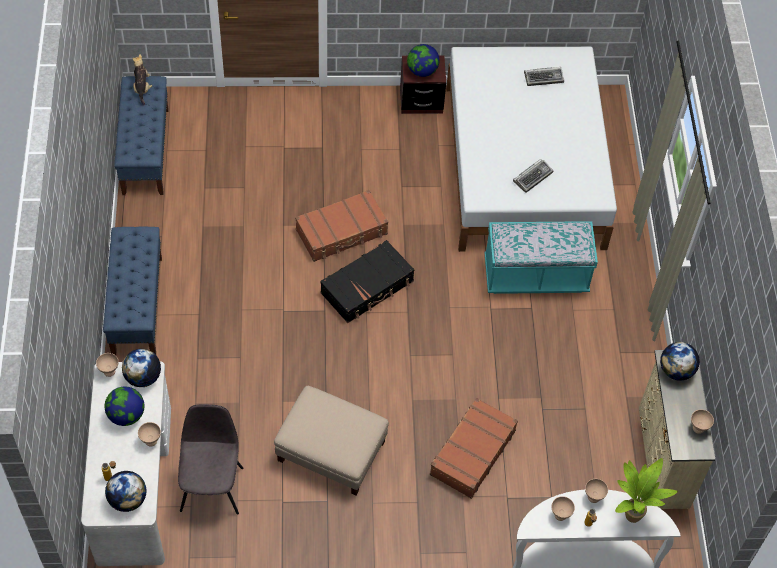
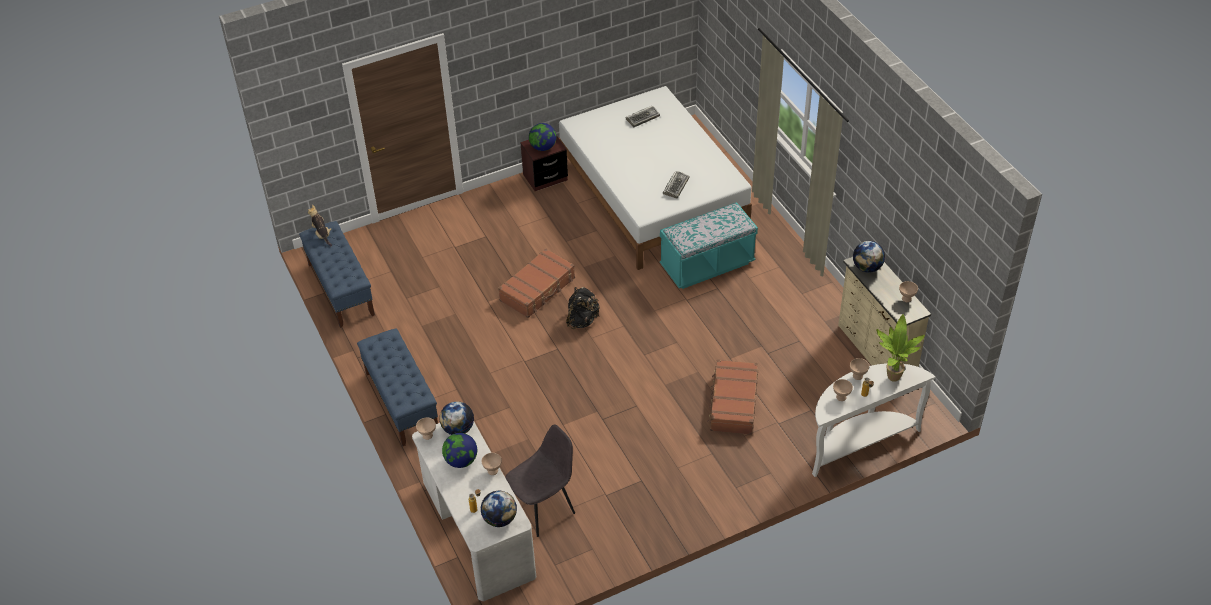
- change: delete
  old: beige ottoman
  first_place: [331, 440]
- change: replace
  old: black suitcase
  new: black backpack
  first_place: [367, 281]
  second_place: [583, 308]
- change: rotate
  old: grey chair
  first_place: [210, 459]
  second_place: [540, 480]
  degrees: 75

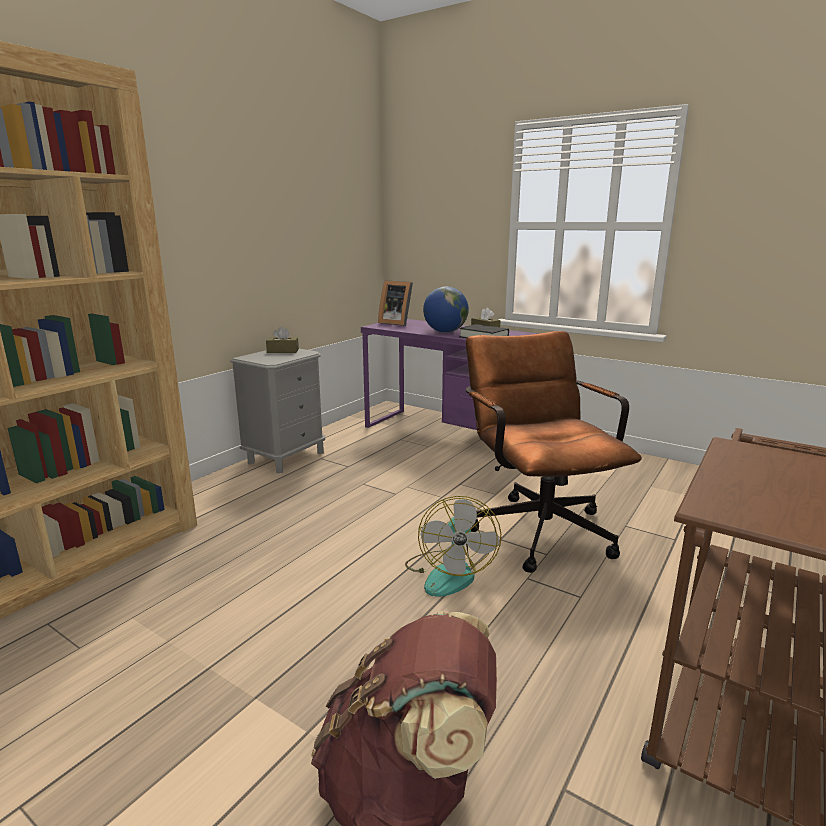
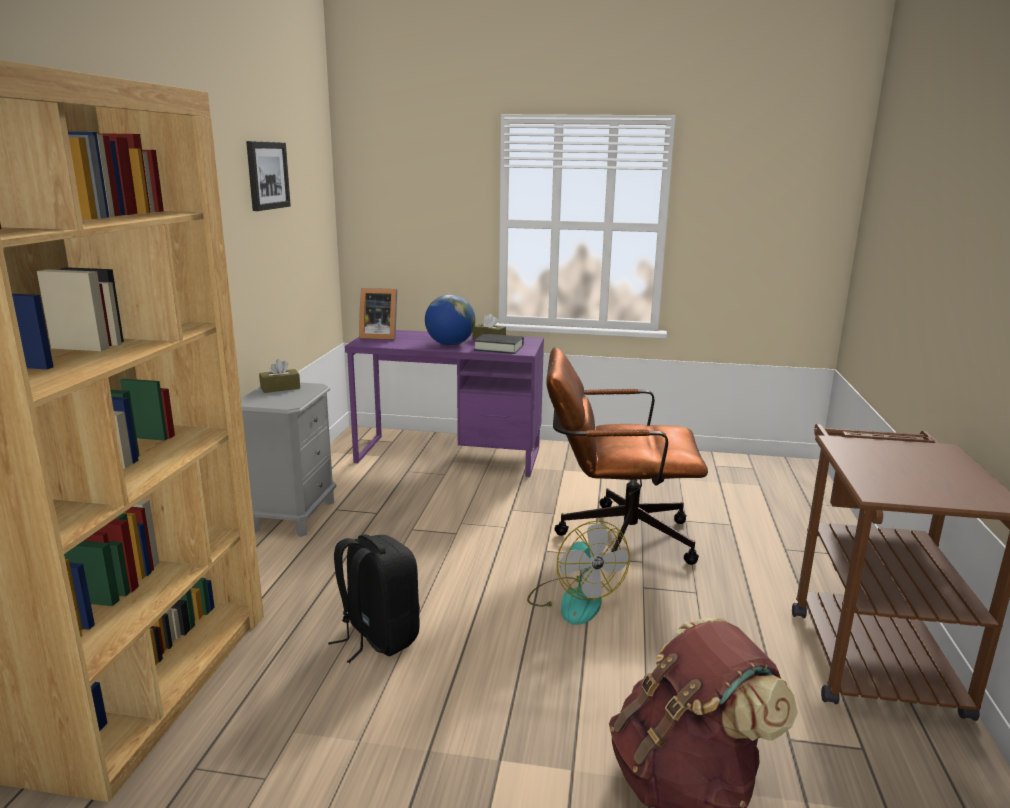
- change: insert
  new: picture
  second_place: [268, 176]
- change: insert
  new: black backpack
  second_place: [374, 598]
- change: rotate
  old: brown office chair
  first_place: [554, 452]
  second_place: [627, 456]
  degrees: -45

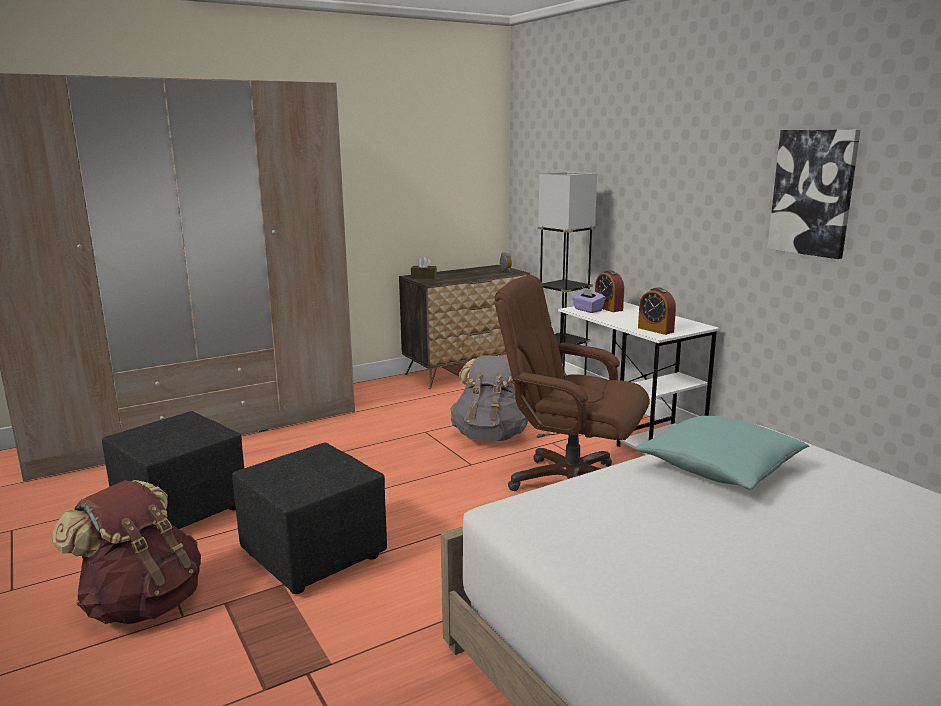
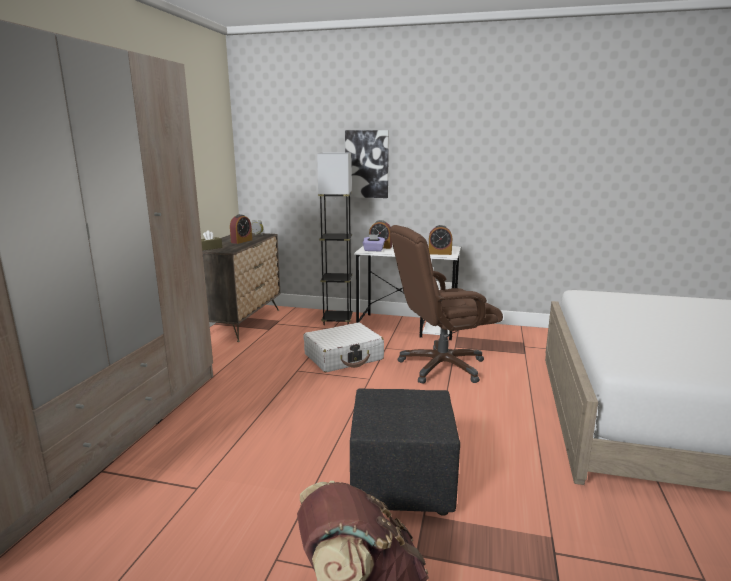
- change: delete
  old: black ottoman
  first_place: [173, 470]
- change: delete
  old: turquoise pillow
  first_place: [722, 453]
- change: insert
  new: alarm clock
  second_place: [241, 229]
- change: move
  old: picture
  first_place: [813, 194]
  second_place: [367, 164]
- change: replace
  old: grey backpack
  new: white suitcase
  first_place: [489, 398]
  second_place: [343, 347]

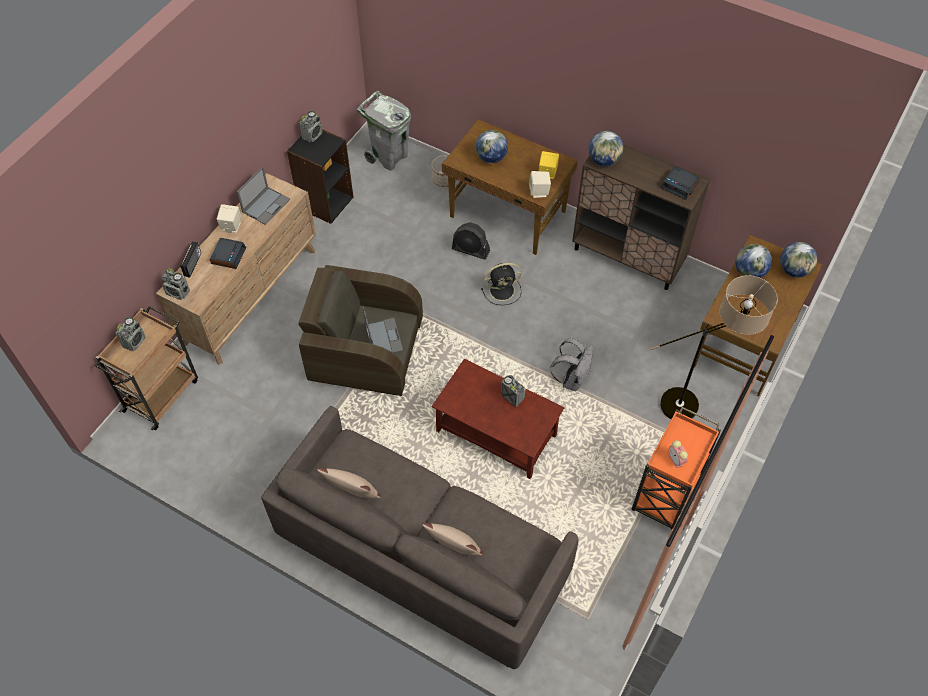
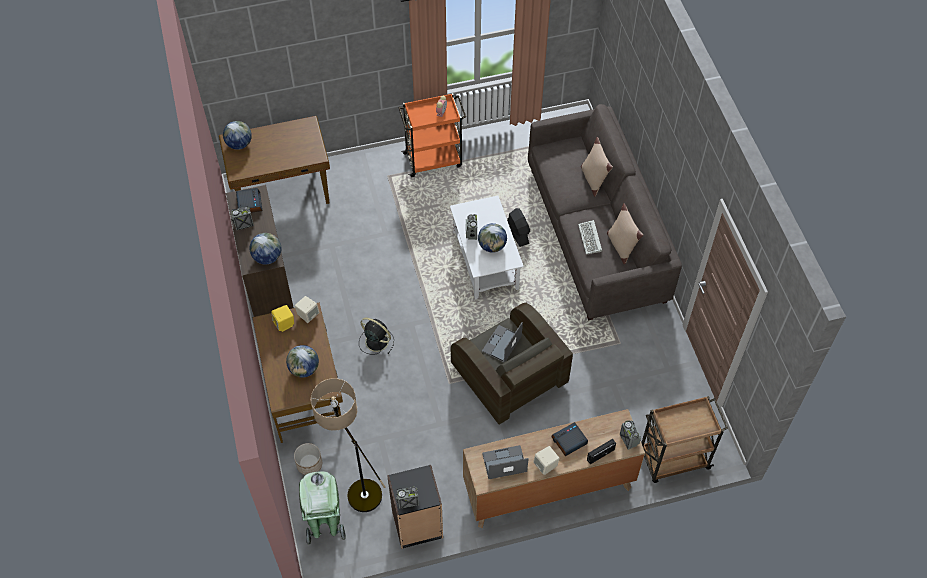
- change: delete
  old: grey backpack
  first_place: [571, 364]
- change: insert
  new: keyboard
  second_place: [590, 237]
- change: move
  old: radio
  first_place: [131, 334]
  second_place: [242, 218]
- change: move
  old: black fan
  first_place: [471, 240]
  second_place: [518, 227]
- change: move
  old: floor lamp
  first_place: [714, 347]
  second_place: [348, 445]
- change: move
  old: globe
  first_place: [753, 261]
  second_place: [492, 238]
- change: recolor
  old: grey trash can
  new: green trash can
  first_place: [383, 131]
  second_place: [322, 508]
- change: recolor
  old: brown coffee table
  new: white coffee table
  first_place: [498, 419]
  second_place: [487, 247]

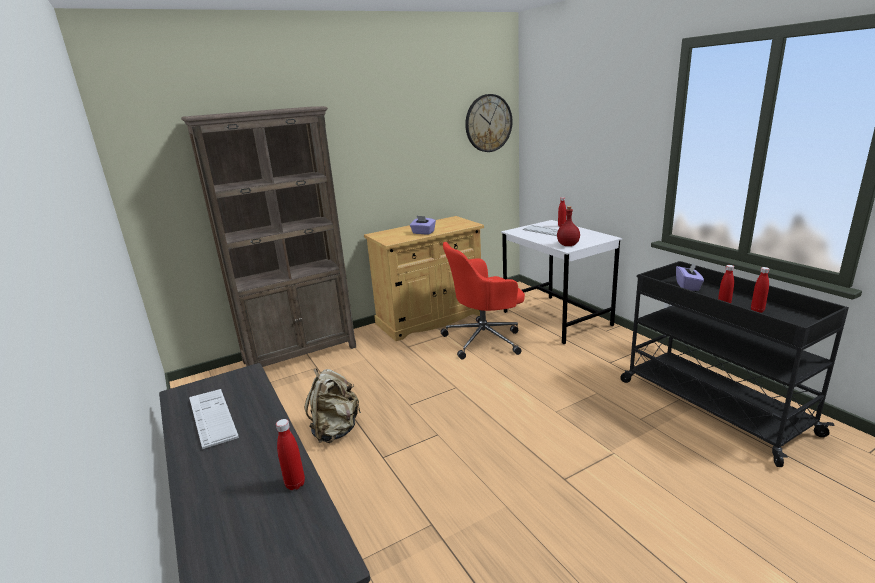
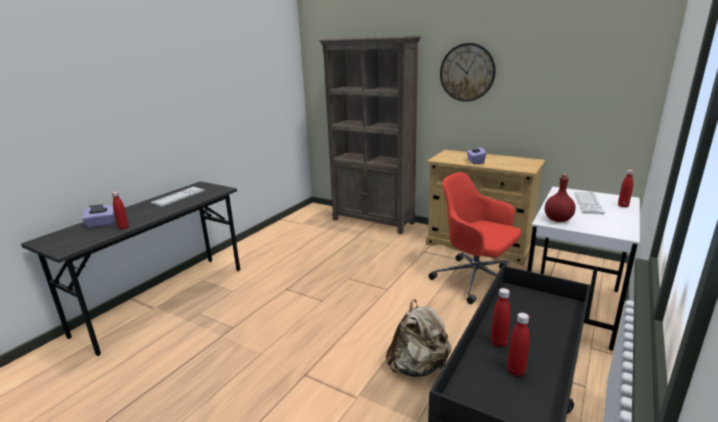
- change: move
  old: beige backpack
  first_place: [332, 406]
  second_place: [418, 338]
- change: move
  old: wall clock
  first_place: [488, 123]
  second_place: [468, 72]
- change: move
  old: purple tissue box
  first_place: [690, 277]
  second_place: [99, 216]

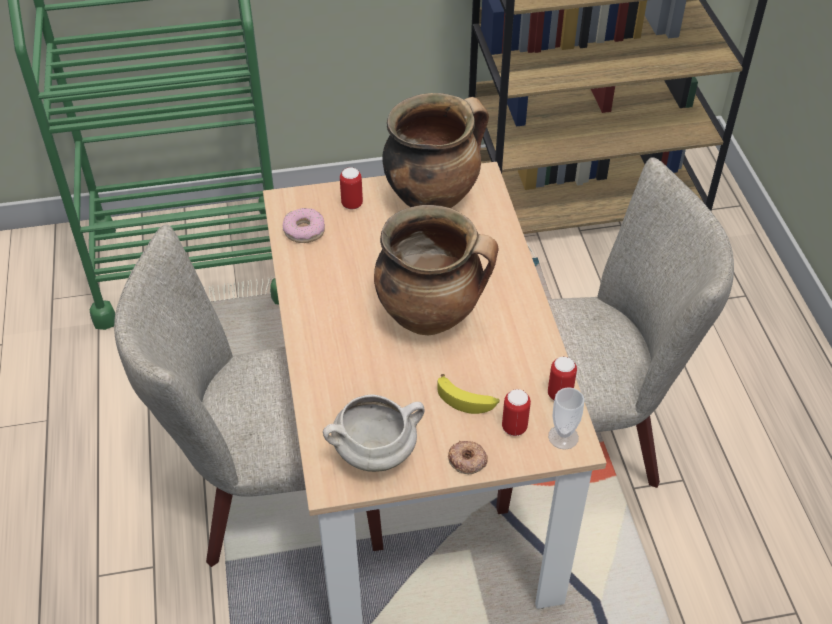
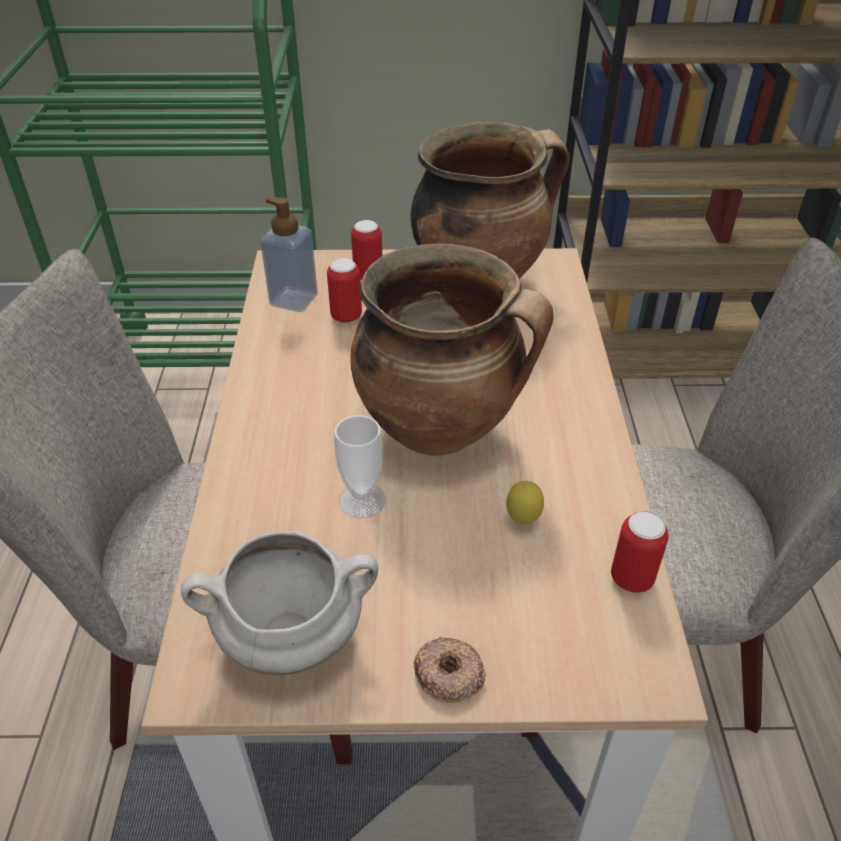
- change: delete
  old: banana
  first_place: [468, 394]
- change: insert
  new: lemon
  second_place: [525, 502]
- change: move
  old: can
  first_place: [516, 412]
  second_place: [344, 290]
- change: move
  old: cup
  first_place: [566, 418]
  second_place: [359, 466]
- change: replace
  old: donut
  new: soap dispenser
  first_place: [304, 225]
  second_place: [289, 254]

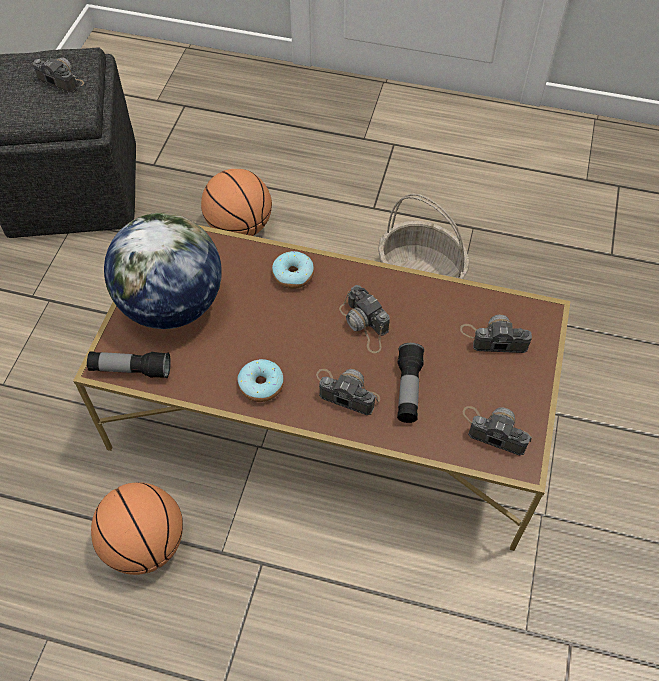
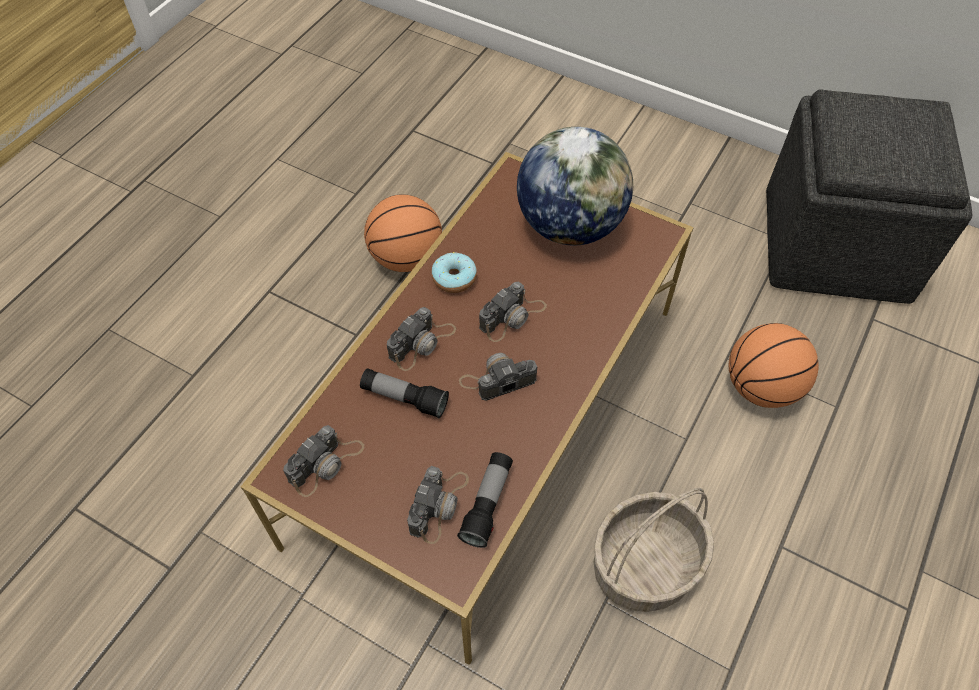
- change: delete
  old: donut
  first_place: [293, 270]
- change: move
  old: photo camera
  first_place: [58, 75]
  second_place: [513, 312]
- change: move
  old: flashlight
  first_place: [129, 365]
  second_place: [485, 500]

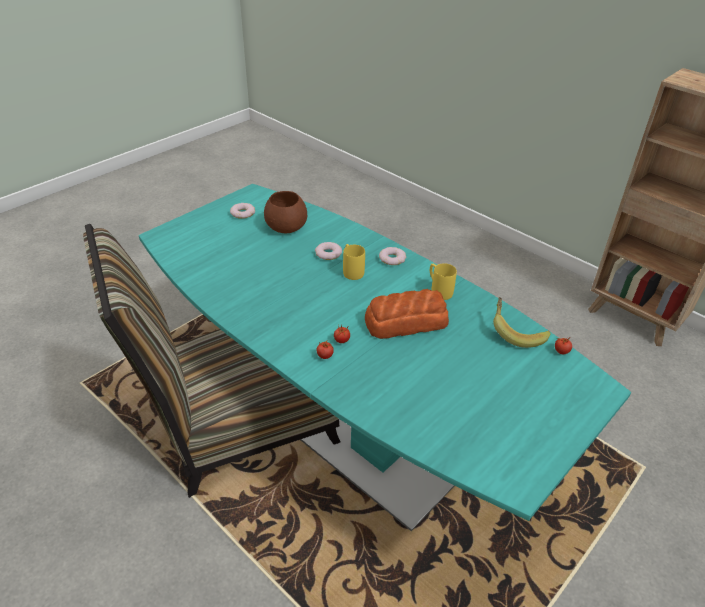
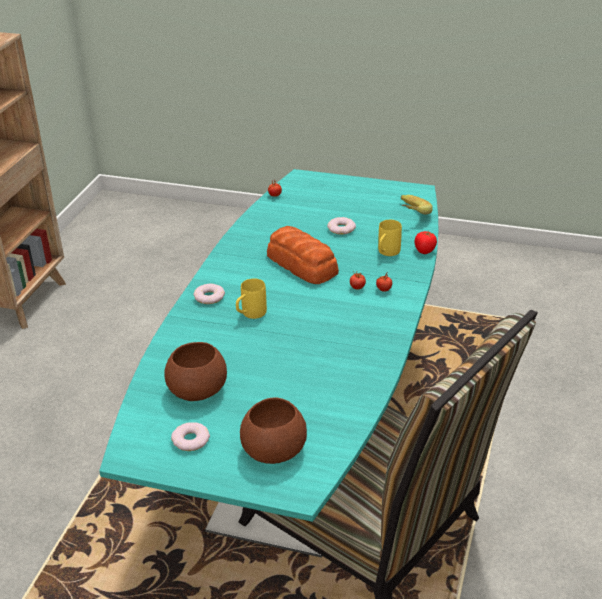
- change: insert
  new: brown bowl
  second_place: [273, 431]
- change: insert
  new: tomato
  second_place: [426, 242]
- change: move
  old: donut
  first_place: [328, 251]
  second_place: [341, 226]
- change: move
  old: yellow mug
  first_place: [443, 281]
  second_place: [390, 238]
- change: move
  old: banana
  first_place: [522, 322]
  second_place: [417, 205]

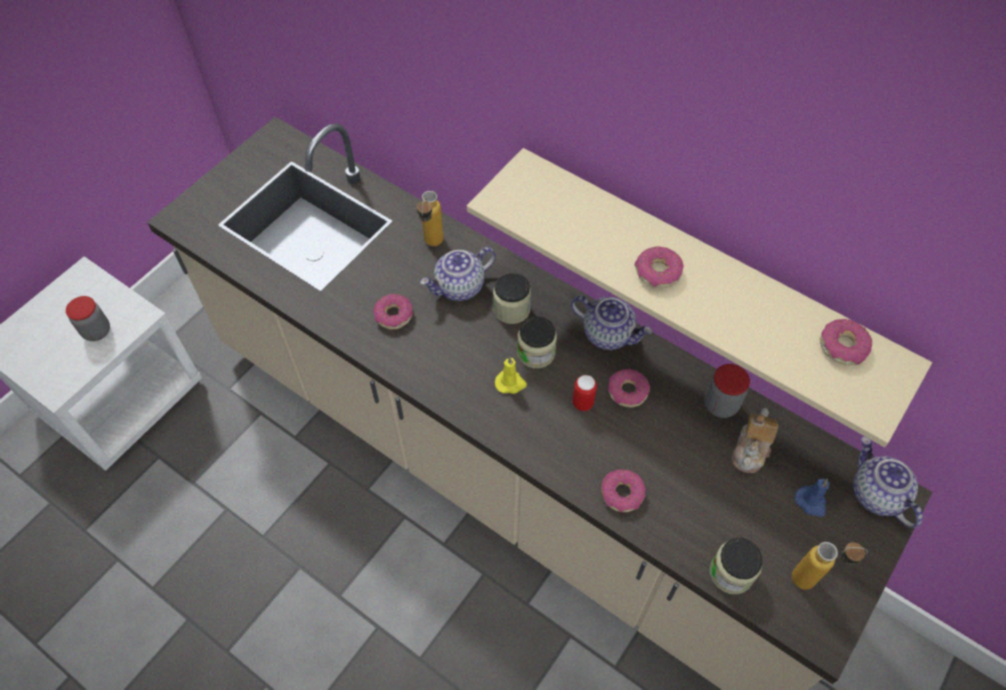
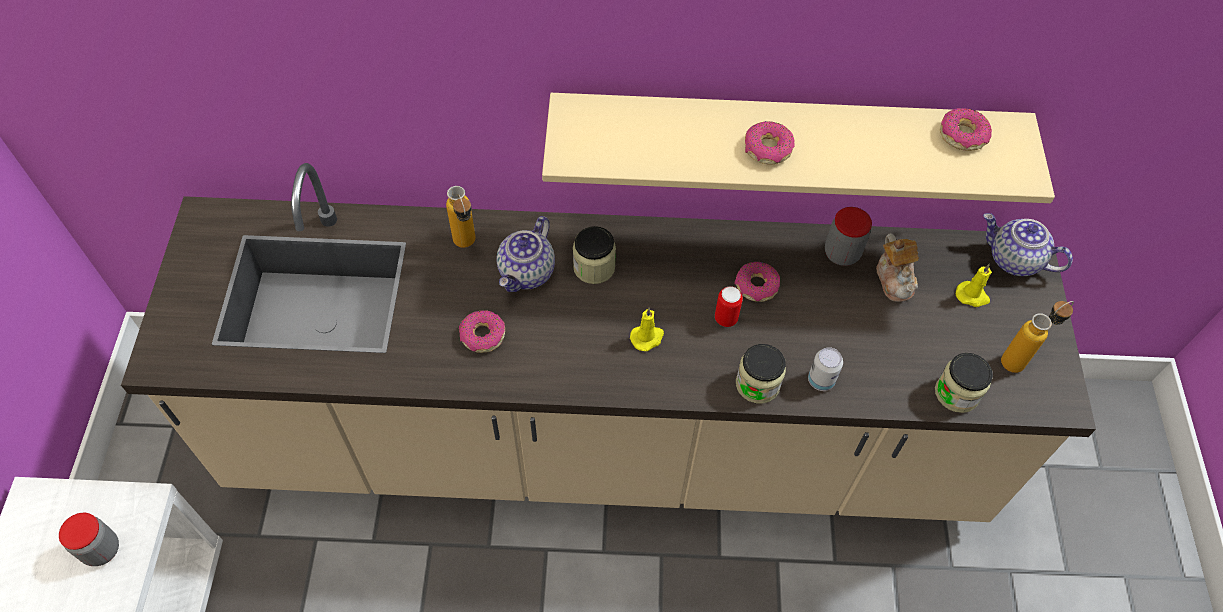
- change: delete
  old: teapot
  first_place: [611, 323]
- change: move
  old: jar
  first_place: [537, 342]
  second_place: [761, 374]
- change: replace
  old: donut
  new: can
  first_place: [624, 491]
  second_place: [825, 369]
- change: recolor
  old: blue candle
  new: yellow candle
  first_place: [812, 498]
  second_place: [974, 285]

